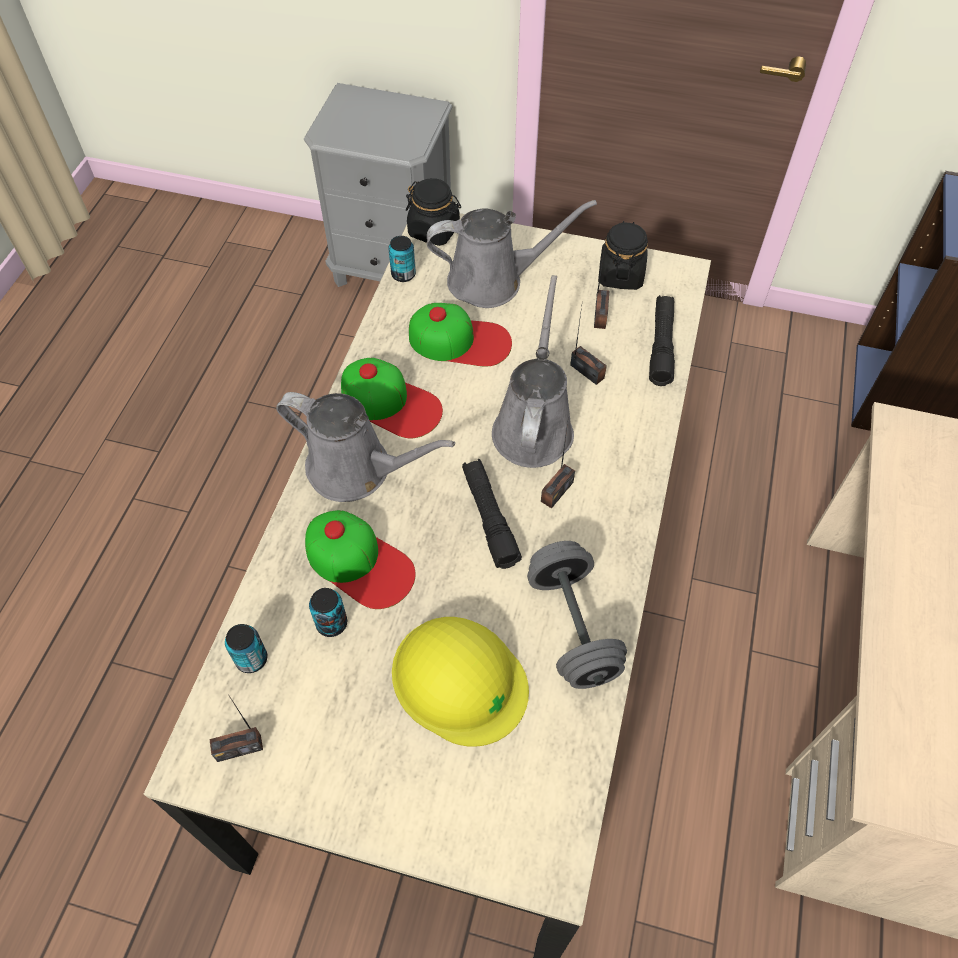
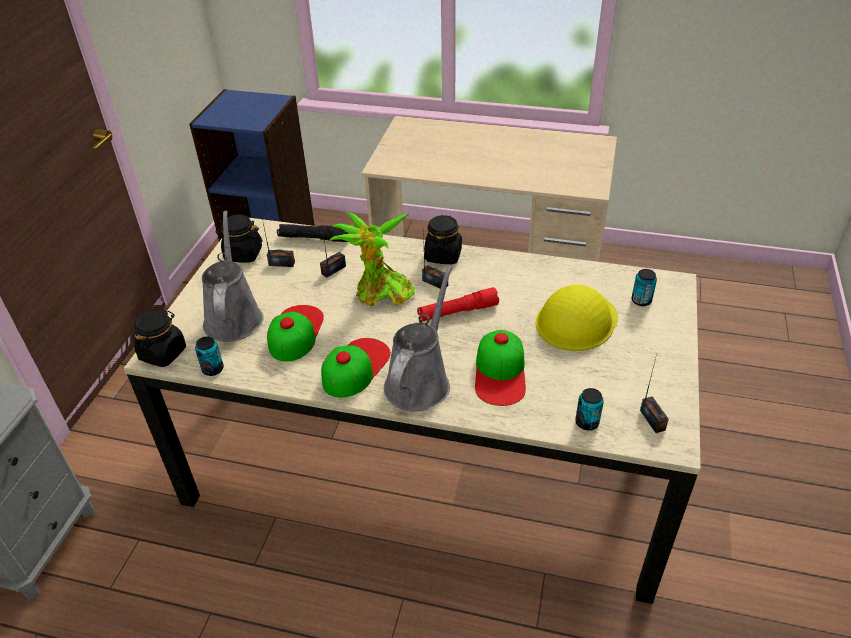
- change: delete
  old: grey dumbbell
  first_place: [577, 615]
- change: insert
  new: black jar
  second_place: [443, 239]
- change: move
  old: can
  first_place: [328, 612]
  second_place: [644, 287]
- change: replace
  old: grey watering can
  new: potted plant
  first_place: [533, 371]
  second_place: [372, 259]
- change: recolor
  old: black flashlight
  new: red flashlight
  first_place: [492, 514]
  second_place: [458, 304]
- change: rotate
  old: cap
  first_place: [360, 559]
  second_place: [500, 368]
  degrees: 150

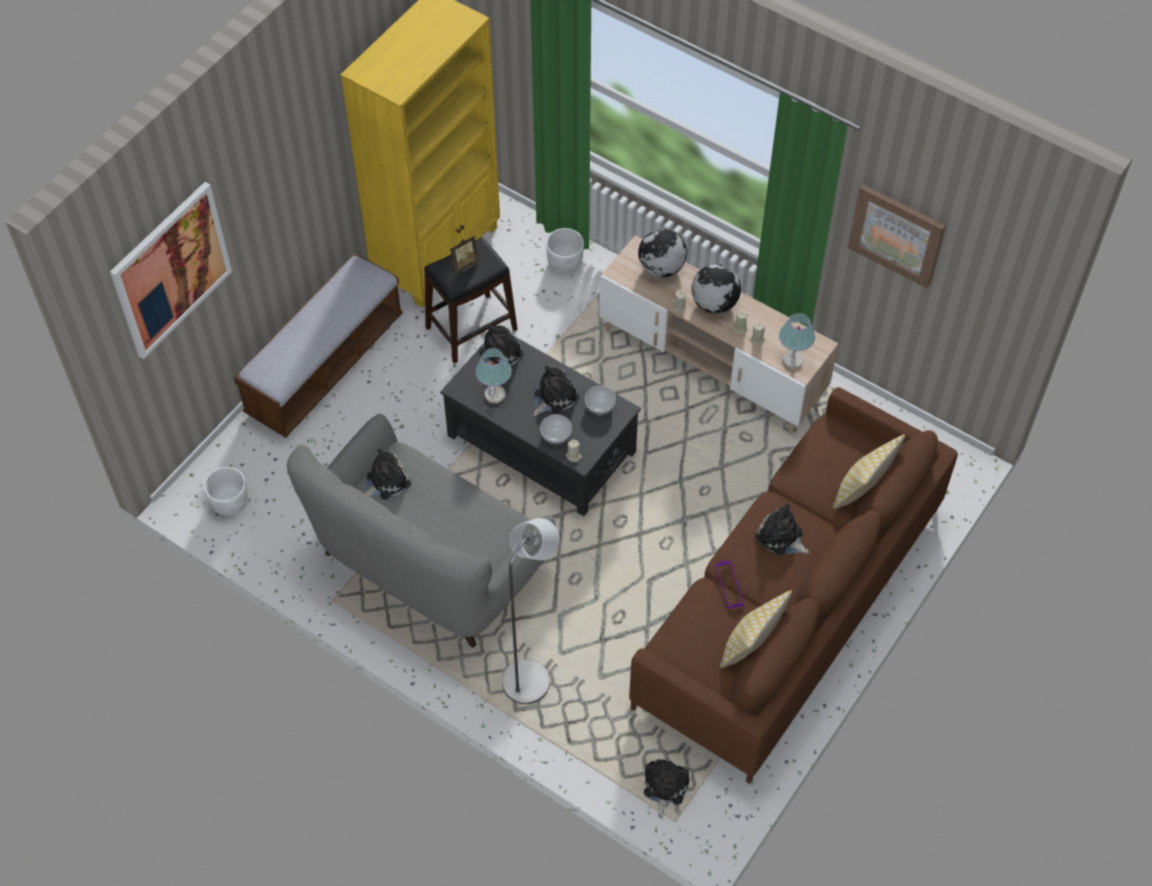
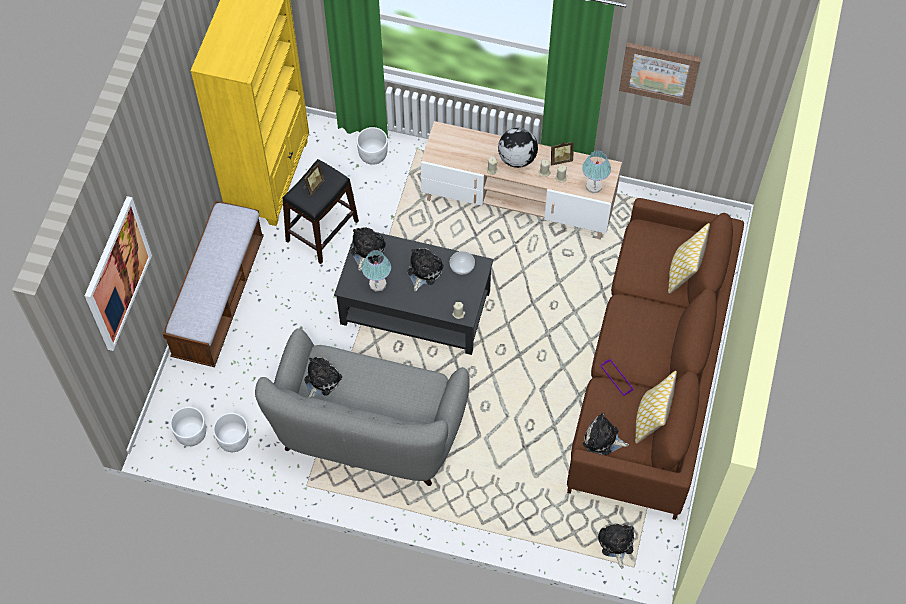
- change: delete
  old: grey floor lamp
  first_place: [531, 611]
- change: delete
  old: bowl
  first_place: [556, 429]
- change: delete
  old: globe
  first_place: [662, 253]
- change: insert
  new: white planter
  second_place: [231, 432]
- change: insert
  new: picture frame
  second_place: [562, 153]
- change: move
  old: plush toy
  first_place: [782, 529]
  second_place: [606, 434]

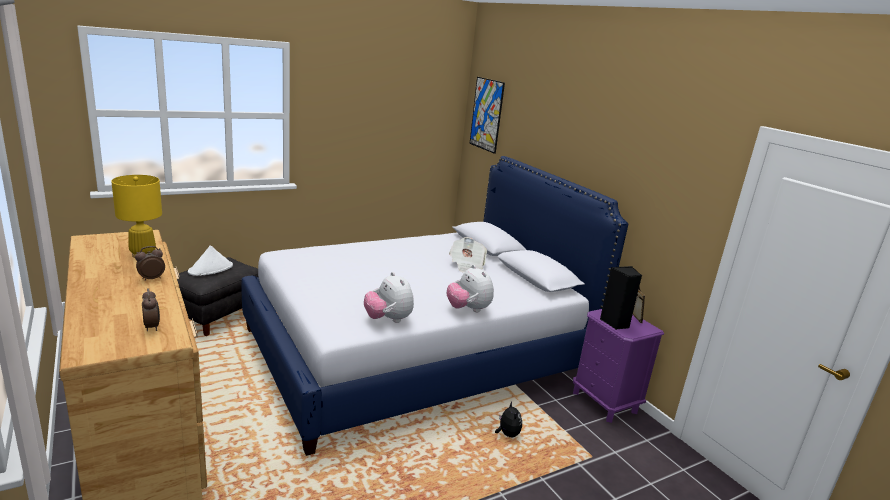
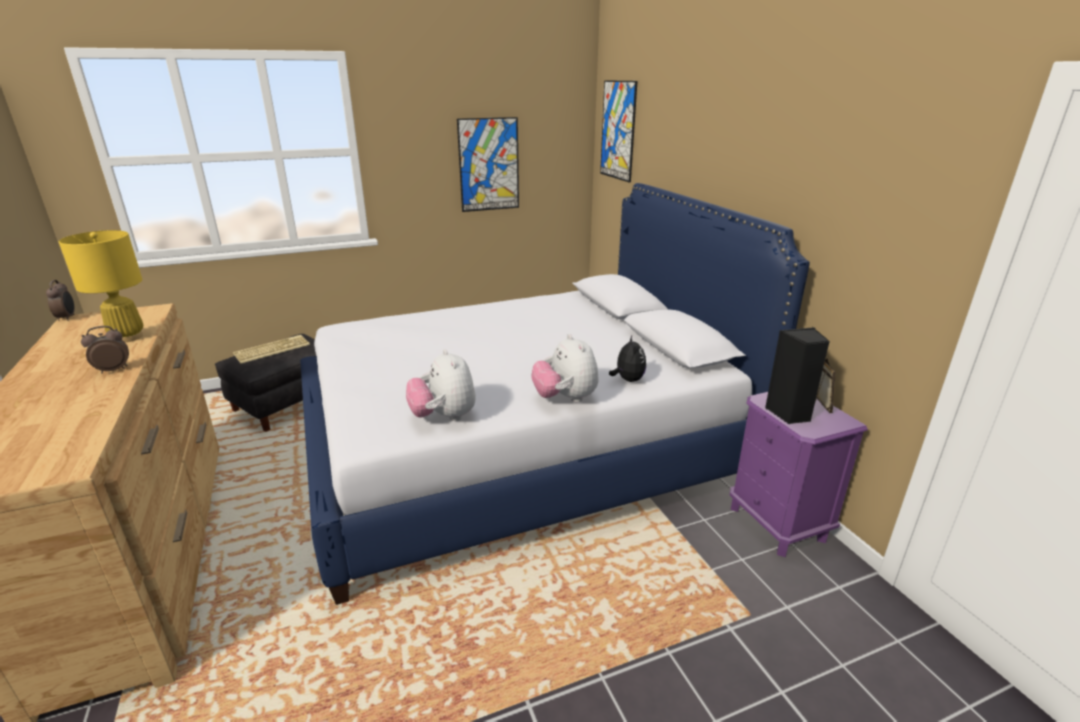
- change: delete
  old: newspaper
  first_place: [468, 255]
- change: insert
  new: picture
  second_place: [488, 164]
- change: move
  old: alarm clock
  first_place: [151, 309]
  second_place: [60, 300]
- change: move
  old: plush toy
  first_place: [508, 420]
  second_place: [627, 359]
- change: replace
  old: white hat
  new: keyboard
  first_place: [210, 260]
  second_place: [271, 349]

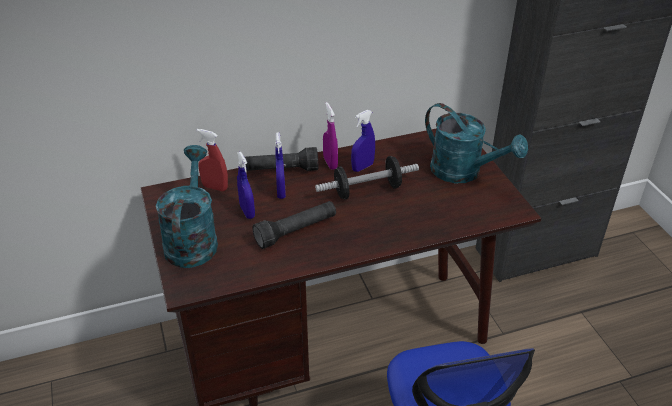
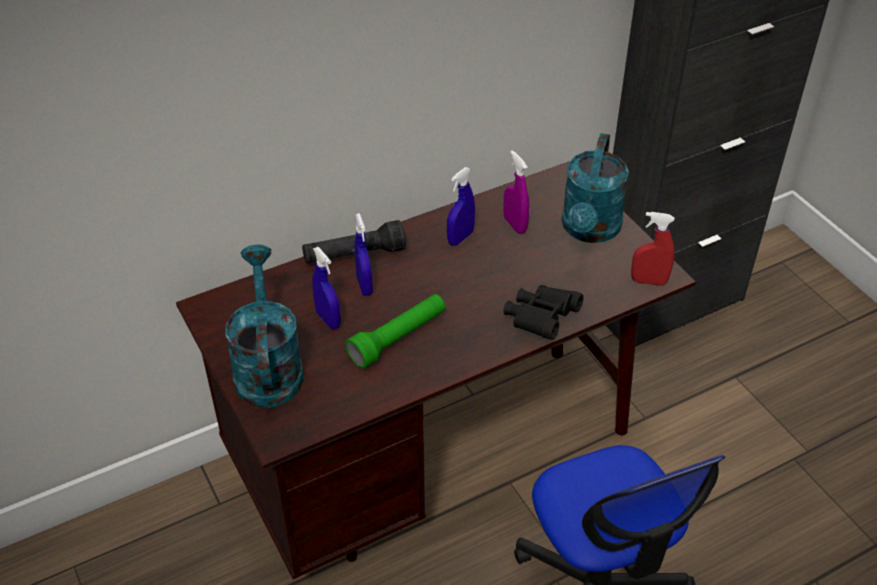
- change: delete
  old: dumbbell
  first_place: [367, 177]
- change: insert
  new: black binoculars
  second_place: [543, 312]
- change: move
  old: red spray bottle
  first_place: [212, 160]
  second_place: [653, 249]
- change: move
  old: purple spray bottle
  first_place: [330, 136]
  second_place: [516, 192]
- change: recolor
  old: black flashlight
  new: green flashlight
  first_place: [294, 225]
  second_place: [396, 331]
- change: rotate
  old: turquoise watering can
  first_place: [476, 143]
  second_place: [595, 188]
  degrees: 75

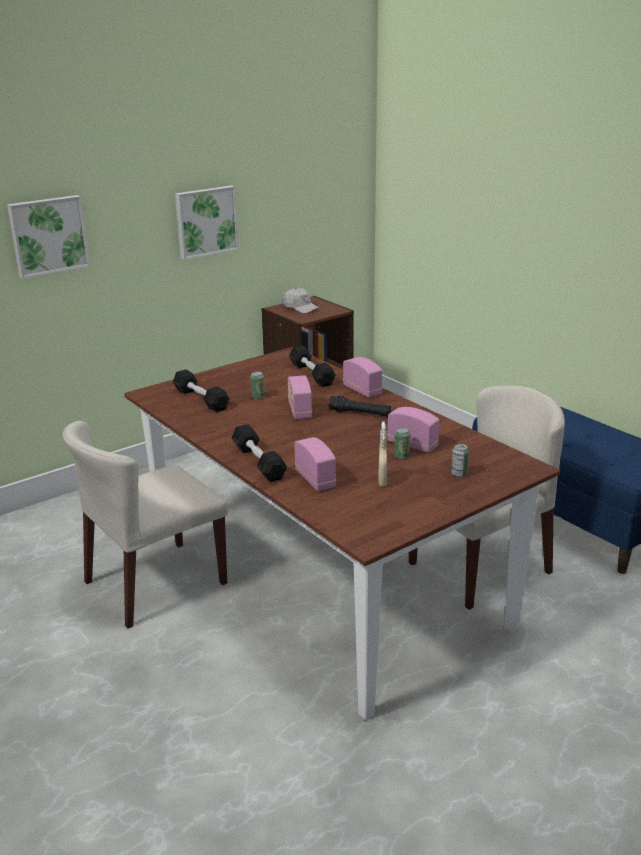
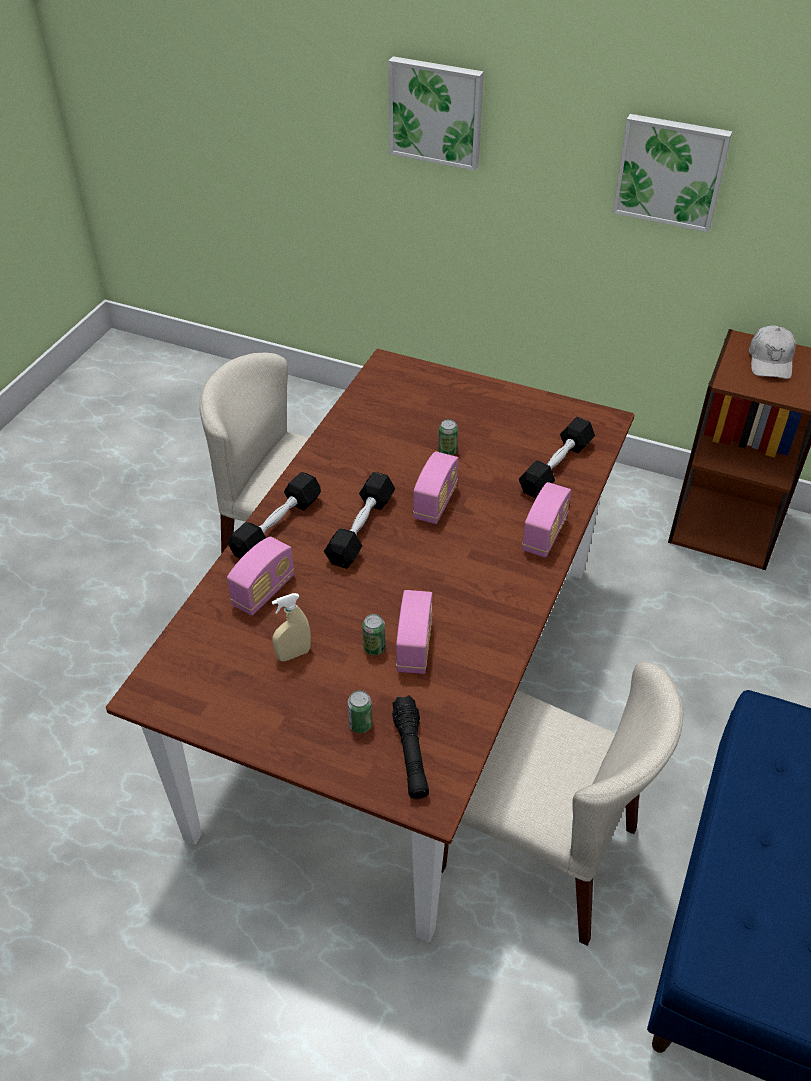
- change: move
  old: black dumbbell
  first_place: [201, 390]
  second_place: [359, 520]
- change: move
  old: black flashlight
  first_place: [359, 406]
  second_place: [410, 747]
- change: rotate
  old: radio
  first_place: [300, 397]
  second_place: [435, 488]
  degrees: 150

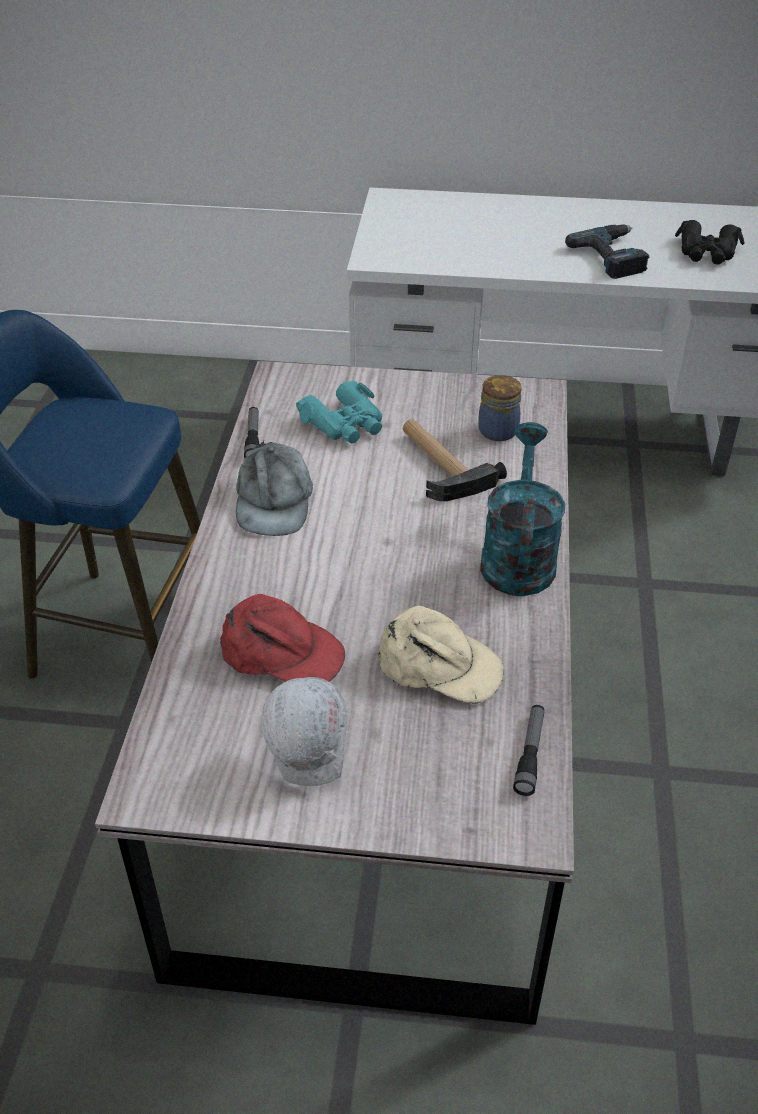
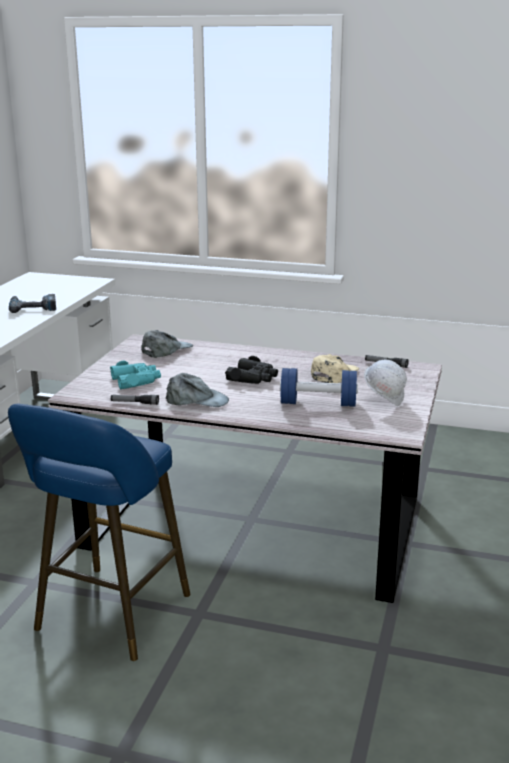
- change: delete
  old: hammer
  first_place: [455, 460]
- change: delete
  old: turquoise watering can
  first_place: [522, 509]
- change: move
  old: black binoculars
  first_place: [710, 242]
  second_place: [251, 370]
- change: replace
  old: red cap
  new: blue dumbbell
  first_place: [282, 638]
  second_place: [319, 387]
- change: replace
  old: jar
  new: grey cap
  first_place: [499, 408]
  second_place: [167, 344]

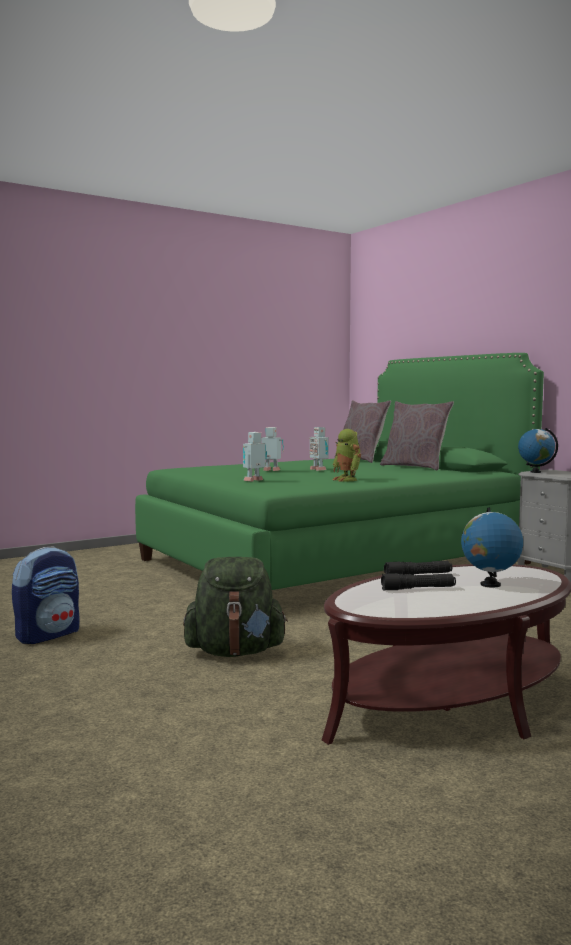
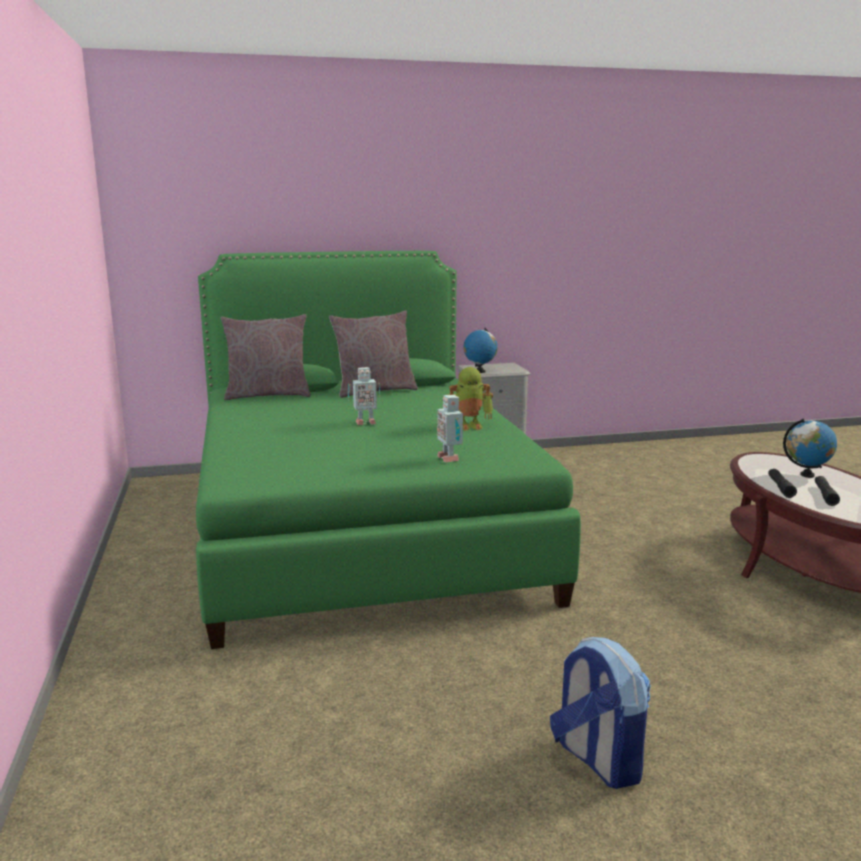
- change: delete
  old: green backpack
  first_place: [235, 607]
- change: delete
  old: toy robot
  first_place: [272, 449]

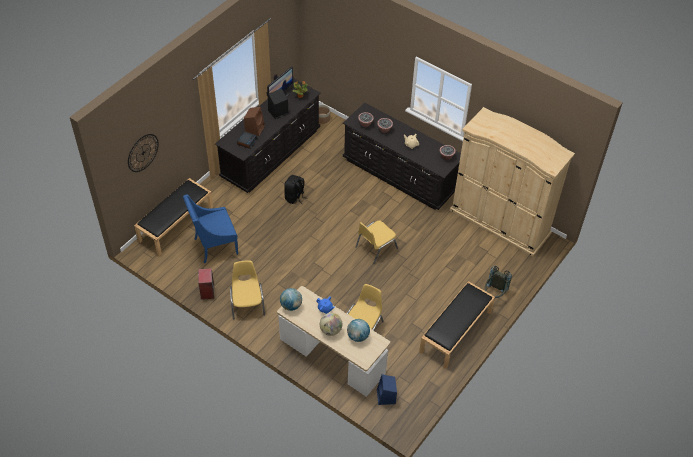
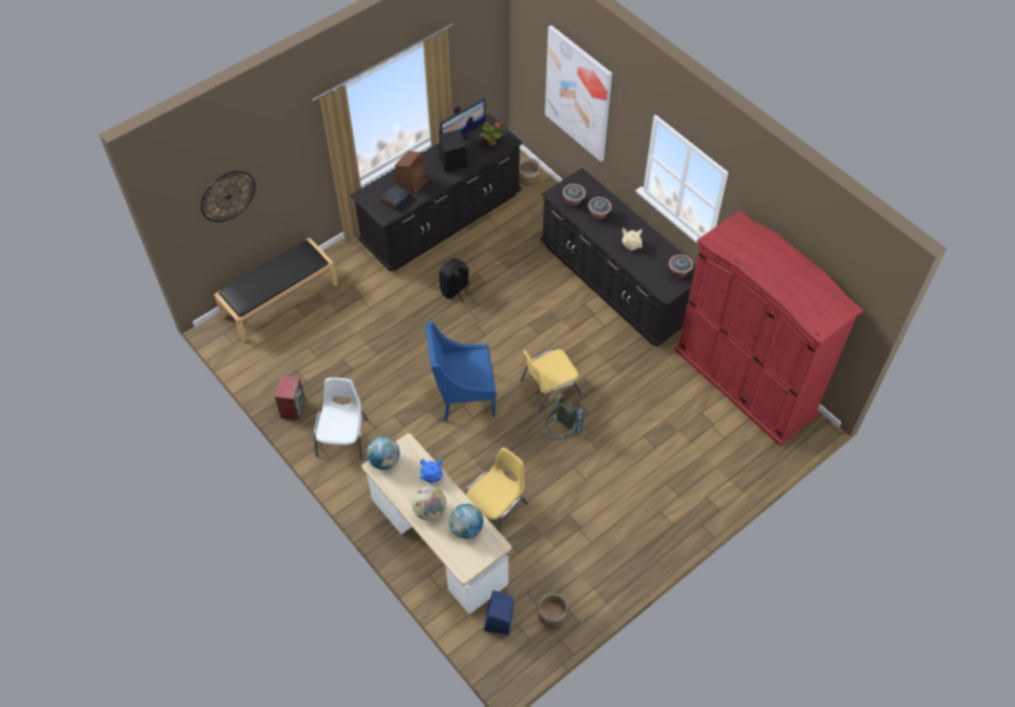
- change: delete
  old: black bench
  first_place: [457, 325]
- change: insert
  new: planter
  second_place: [552, 610]
- change: insert
  new: picture
  second_place: [578, 93]
- change: move
  old: blue armchair
  first_place: [210, 228]
  second_place: [460, 371]
- change: move
  old: grey backpack
  first_place: [498, 282]
  second_place: [564, 417]
- change: recolor
  old: yellow chair
  new: white chair
  first_place: [247, 290]
  second_place: [340, 419]
- change: recolor
  old: beige wardrobe
  new: red wardrobe
  first_place: [512, 182]
  second_place: [768, 328]

